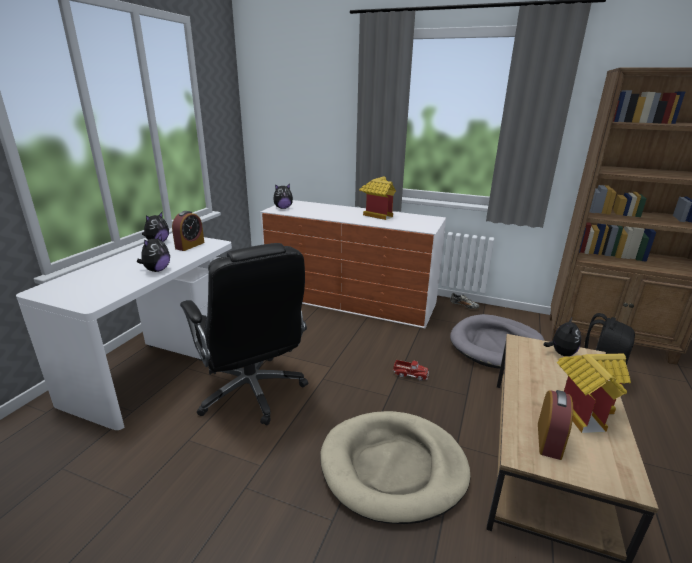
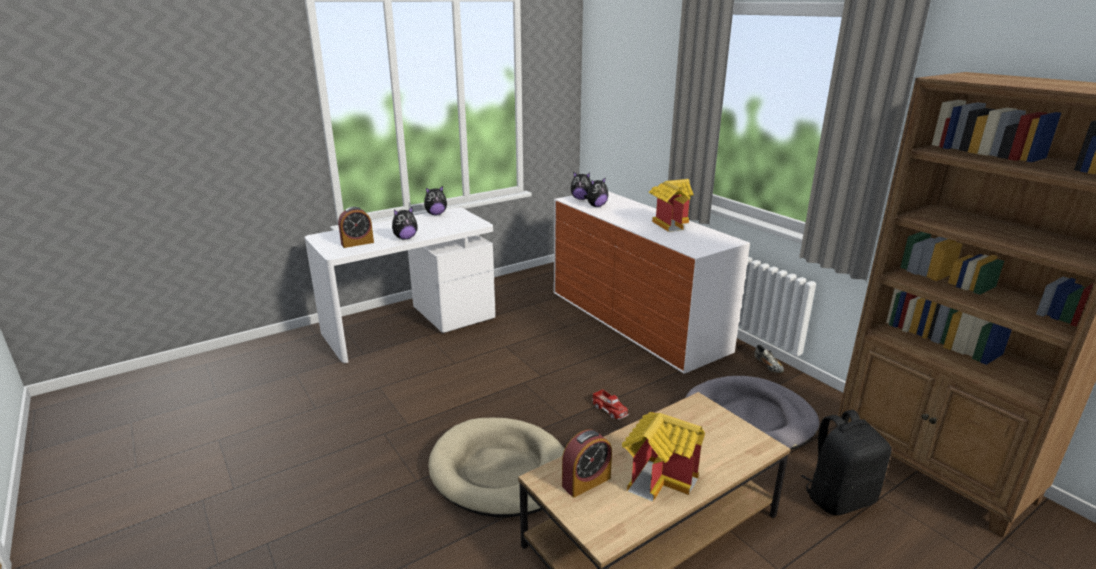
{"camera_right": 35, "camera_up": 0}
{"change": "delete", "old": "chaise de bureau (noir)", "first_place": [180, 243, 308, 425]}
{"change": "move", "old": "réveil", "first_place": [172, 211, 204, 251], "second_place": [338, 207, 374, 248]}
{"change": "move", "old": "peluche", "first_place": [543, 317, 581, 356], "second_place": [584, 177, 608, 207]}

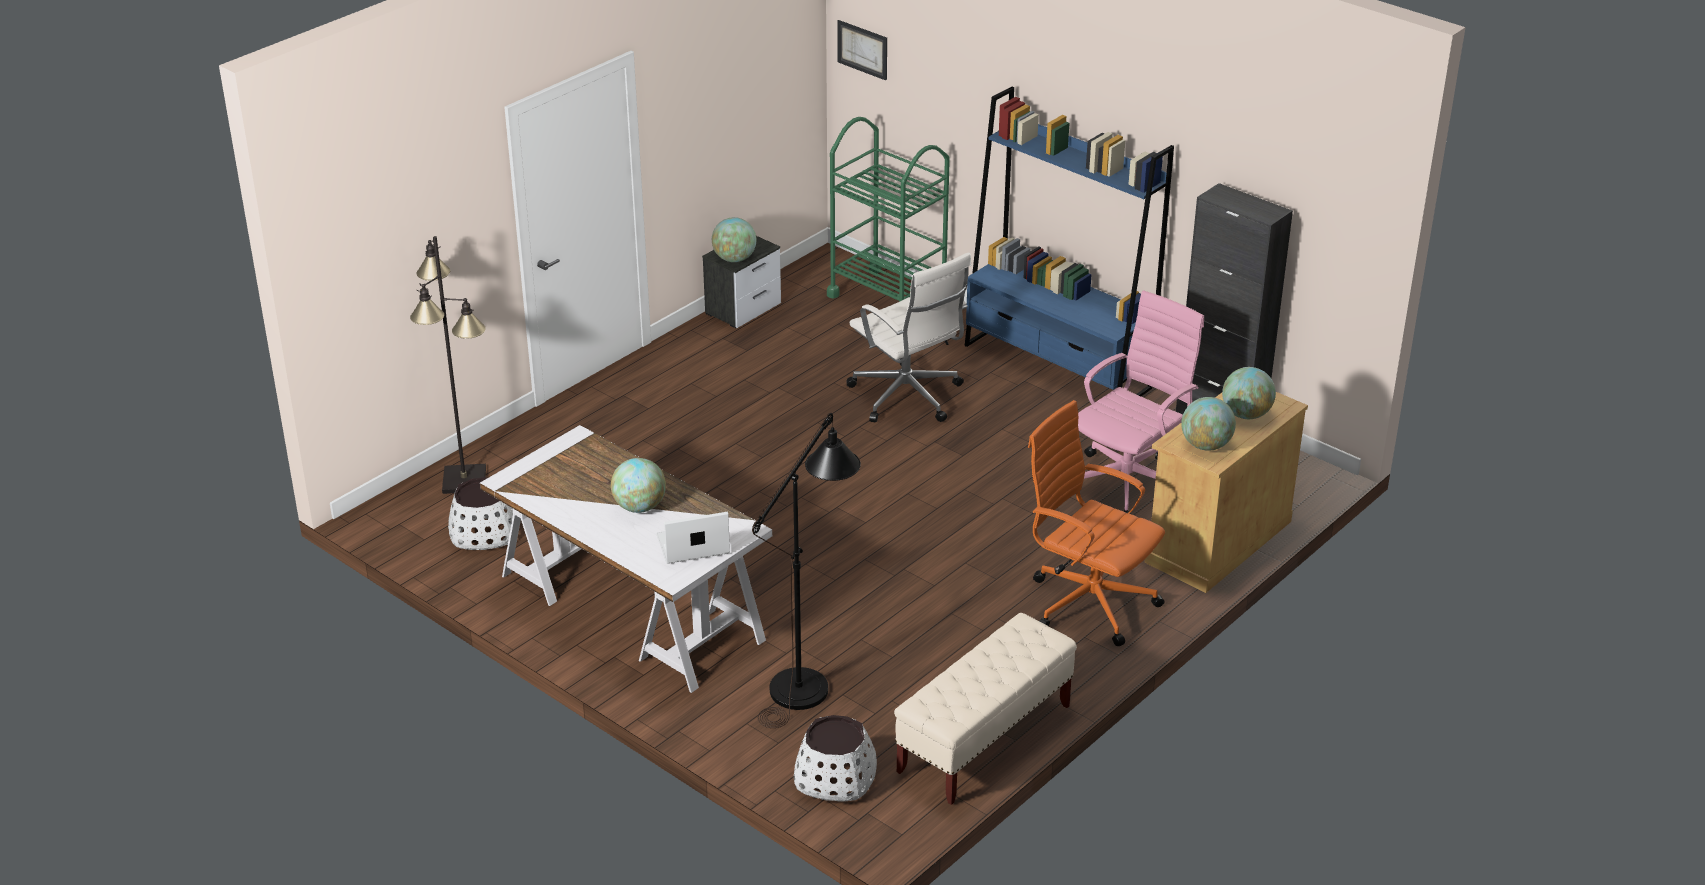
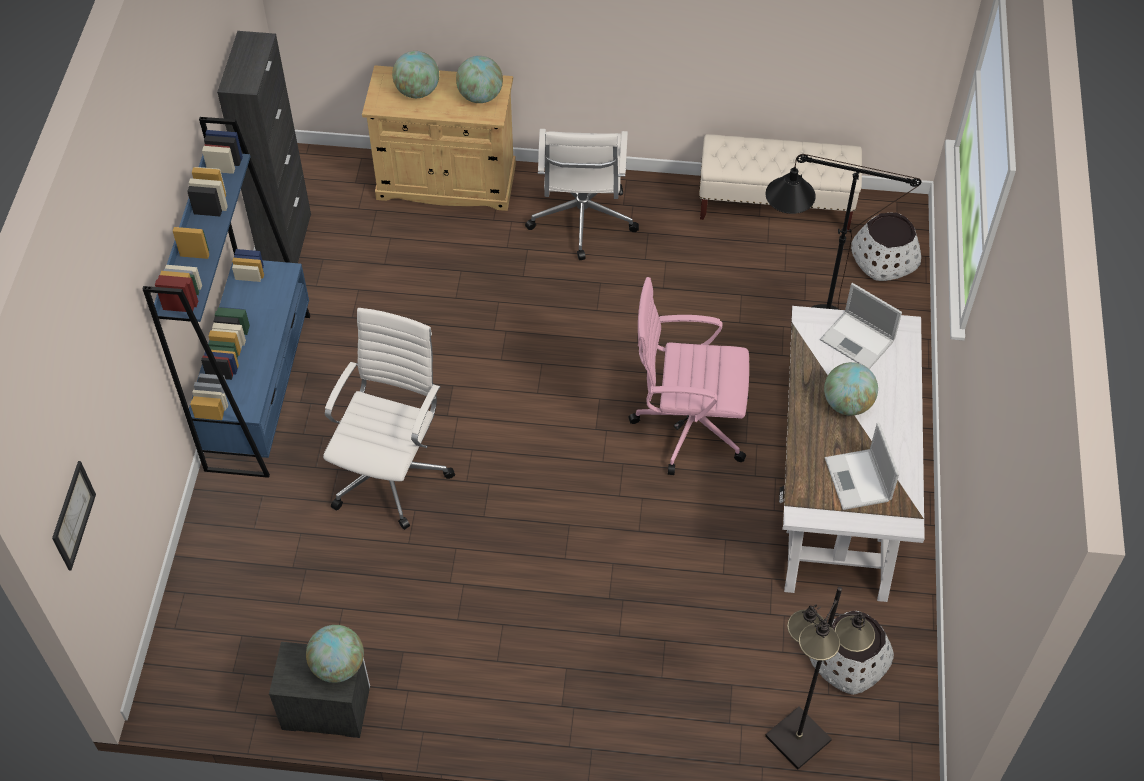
{"camera_right": -125, "camera_up": 20}
{"change": "delete", "old": "chariot (vert)", "first_place": [827, 117, 950, 302]}
{"change": "insert", "new": "ordinateur portable", "second_place": [825, 423, 899, 510]}
{"change": "move", "old": "chaise de bureau (rose)", "first_place": [1078, 290, 1204, 514], "second_place": [628, 277, 749, 475]}
{"change": "recolor", "old": "chaise de bureau (orange)", "new": "chaise de bureau (blanc)", "first_place": [1028, 400, 1165, 646], "second_place": [525, 129, 639, 260]}

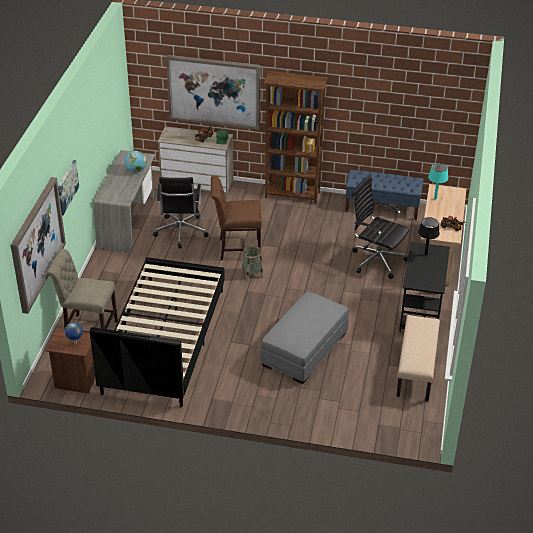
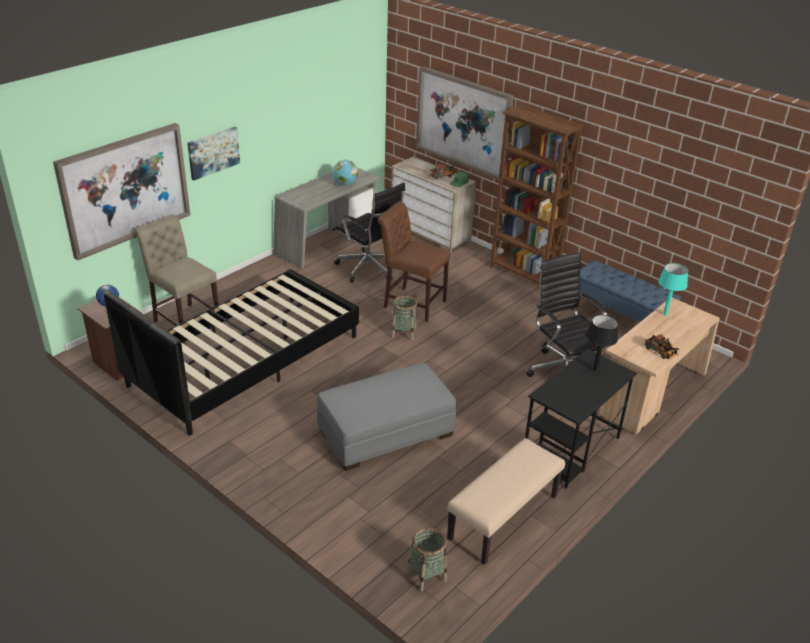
{"camera_right": 30, "camera_up": -5}
{"change": "insert", "new": "panier", "second_place": [407, 527, 447, 591]}
{"change": "rotate", "old": "chaise de bureau (noir)", "first_place": [153, 177, 209, 249], "second_place": [334, 182, 405, 283], "degrees": -75}

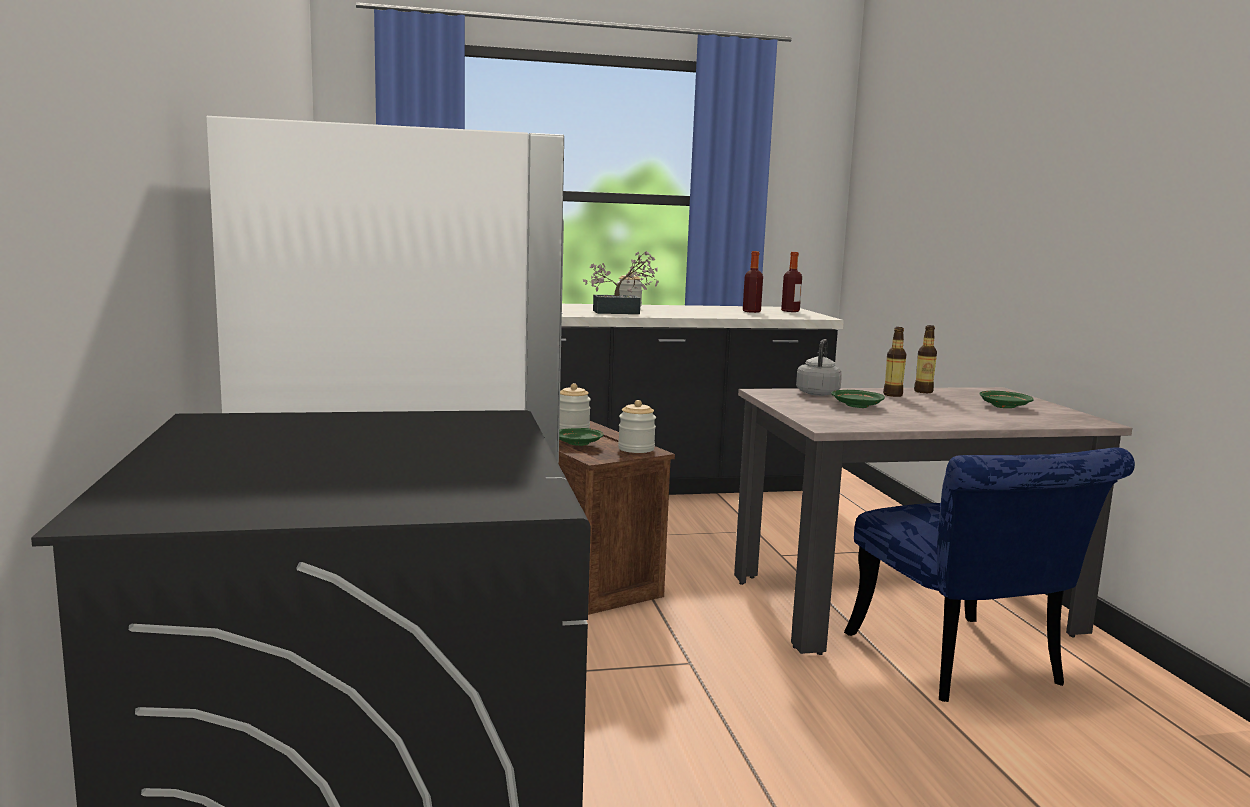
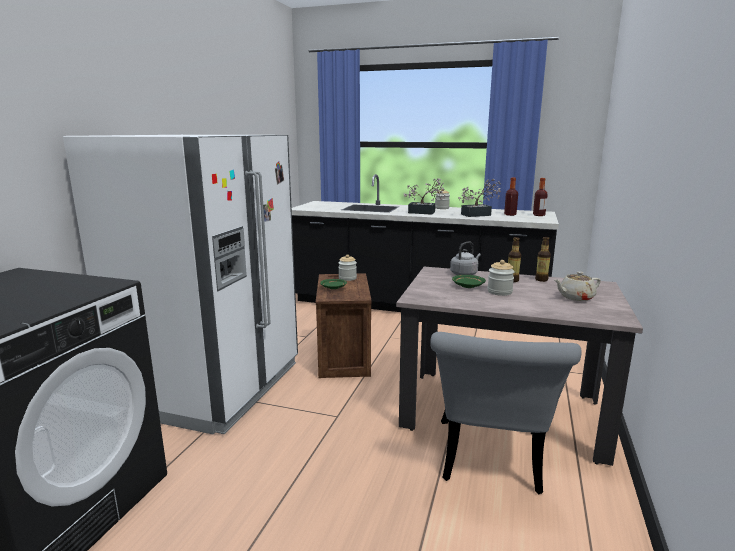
{"camera_right": 30, "camera_up": 5}
{"change": "insert", "new": "plante en pot", "second_place": [458, 179, 501, 217]}
{"change": "move", "old": "bocal", "first_place": [618, 400, 656, 453], "second_place": [487, 260, 515, 296]}
{"change": "replace", "old": "assiette (vert)", "new": "théière (beige)", "first_place": [979, 391, 1034, 408], "second_place": [555, 272, 601, 301]}
{"change": "recolor", "old": "chaise (bleu)", "new": "chaise (gris)", "first_place": [844, 447, 1135, 702], "second_place": [430, 332, 582, 494]}

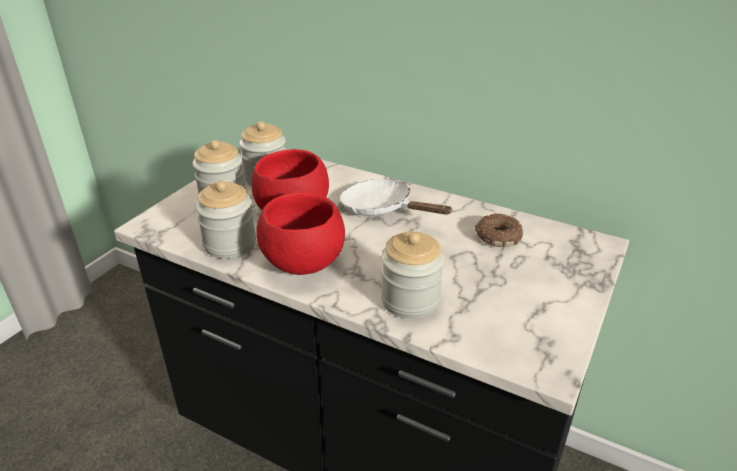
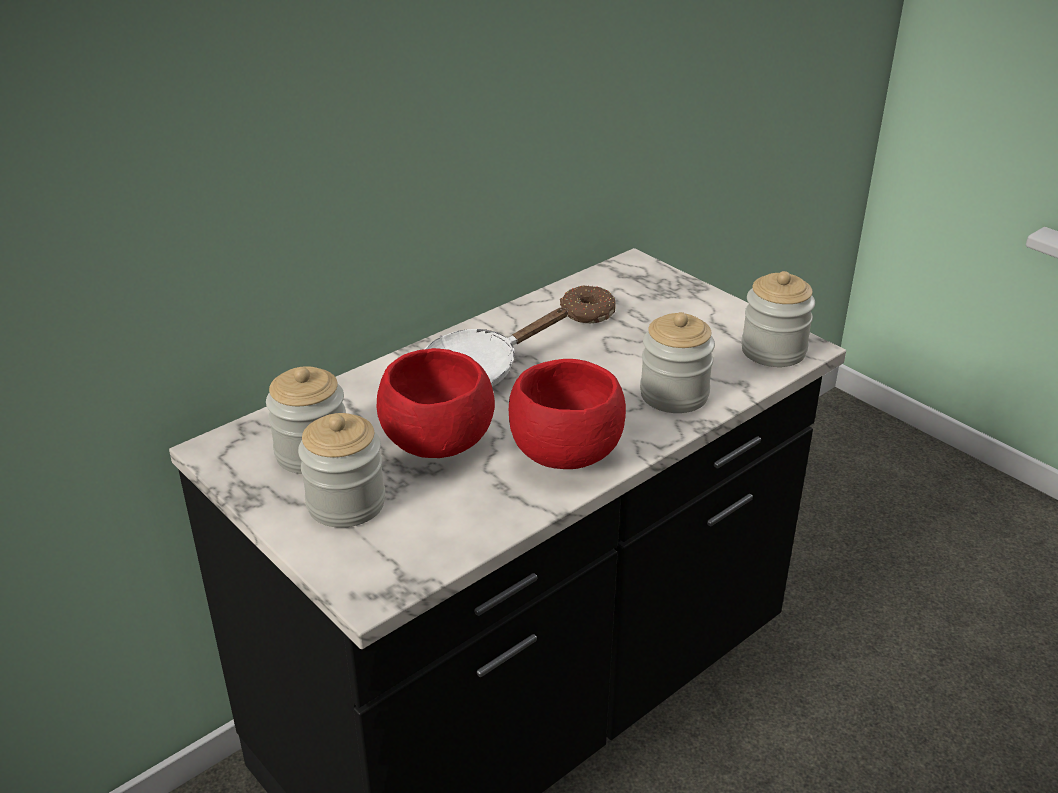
{"camera_right": -70, "camera_up": 0}
{"change": "move", "old": "bocal", "first_place": [196, 181, 256, 259], "second_place": [741, 271, 815, 367]}

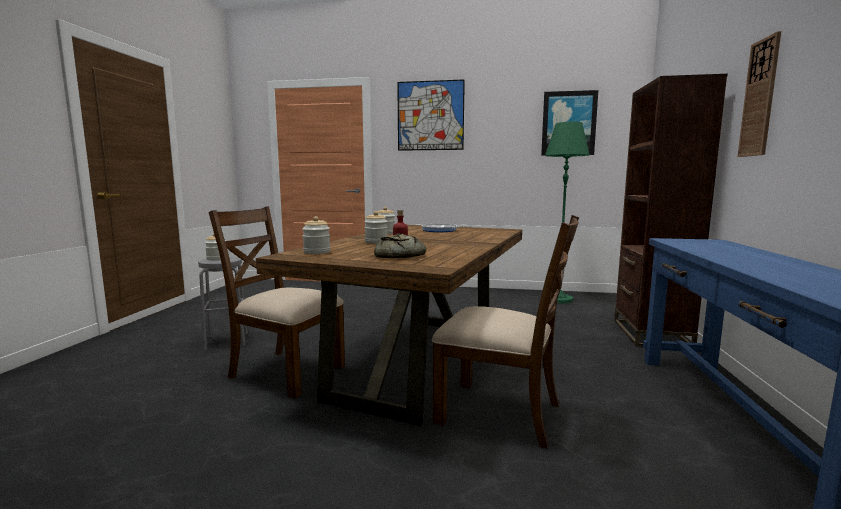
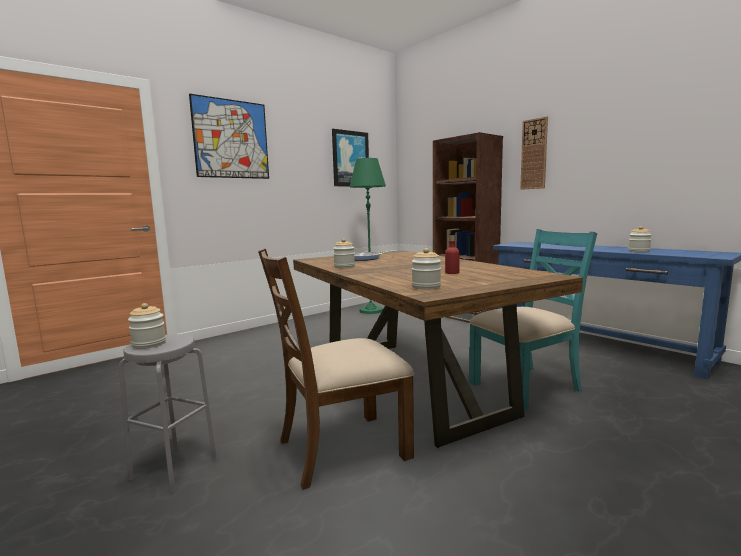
{"camera_right": -50, "camera_up": 0}
{"change": "delete", "old": "pain", "first_place": [374, 233, 426, 258]}
{"change": "move", "old": "bocal", "first_place": [364, 211, 388, 244], "second_place": [628, 226, 652, 253]}
{"change": "recolor", "old": "chaise (marron)", "new": "chaise (turquoise)", "first_place": [432, 215, 579, 449], "second_place": [469, 229, 597, 411]}

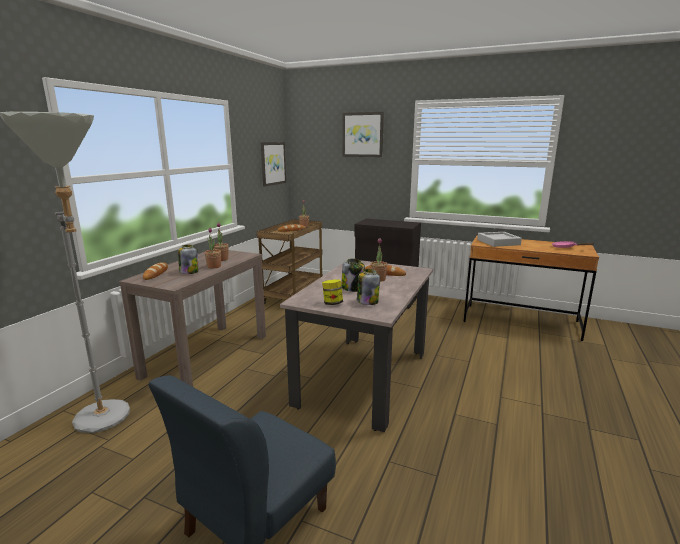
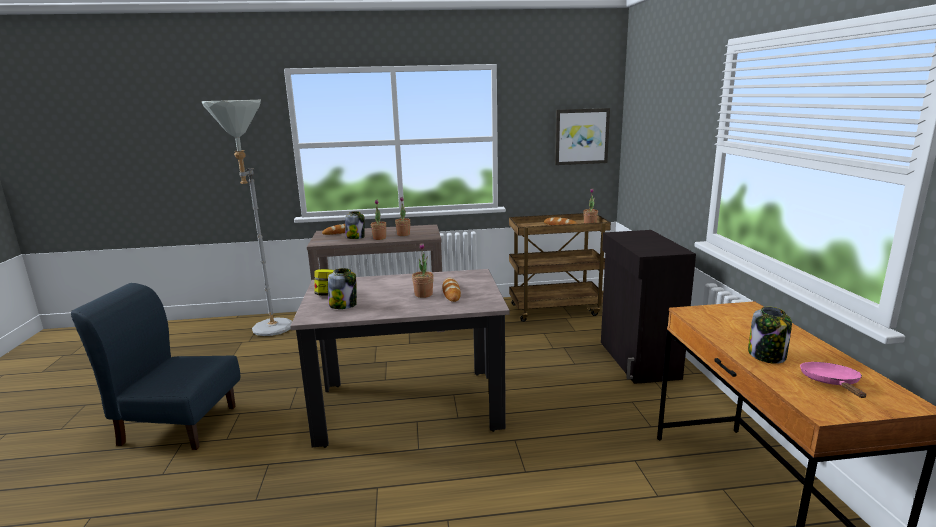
{"camera_right": 60, "camera_up": 0}
{"change": "delete", "old": "tableau", "first_place": [342, 112, 384, 157]}
{"change": "delete", "old": "plateau (gris)", "first_place": [477, 232, 522, 247]}
{"change": "move", "old": "bocal", "first_place": [341, 259, 365, 292], "second_place": [748, 306, 792, 364]}

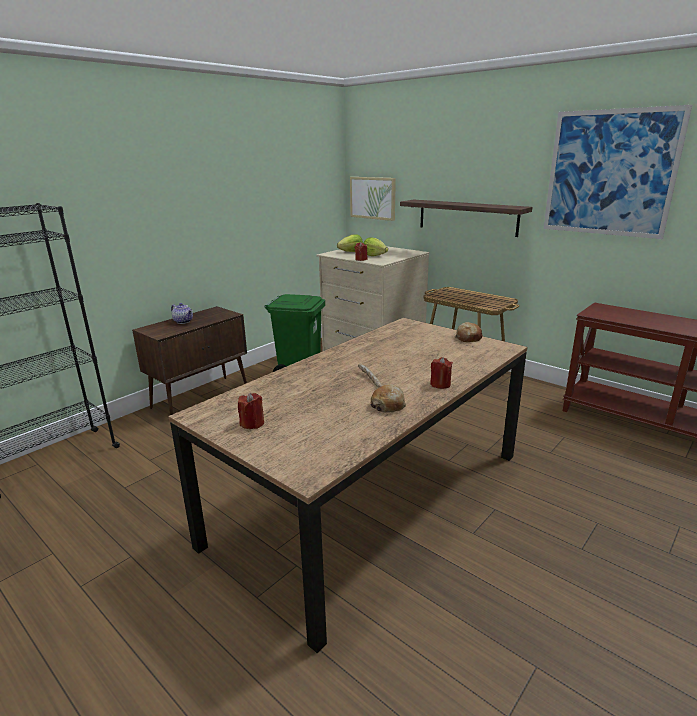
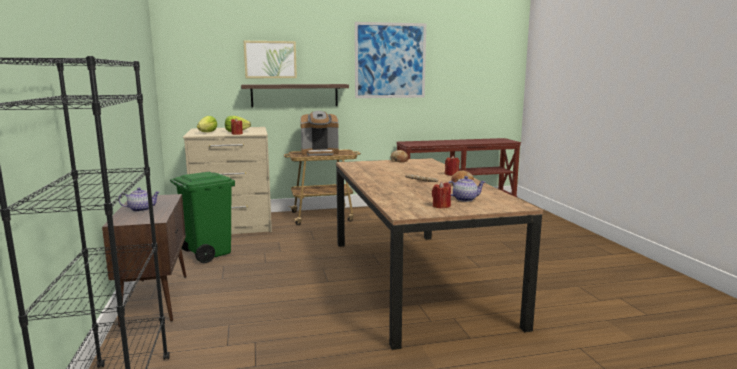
{"camera_right": -55, "camera_up": -10}
{"change": "insert", "new": "machine à café", "second_place": [300, 111, 339, 156]}
{"change": "insert", "new": "théière", "second_place": [448, 176, 485, 202]}
{"change": "move", "old": "tableau", "first_place": [350, 177, 396, 221], "second_place": [244, 41, 297, 78]}

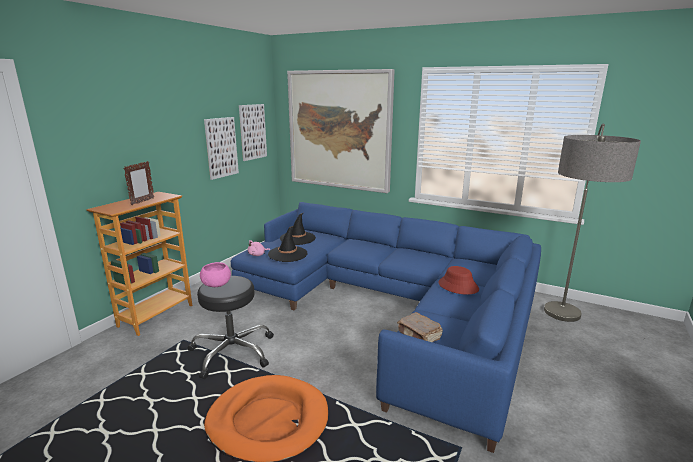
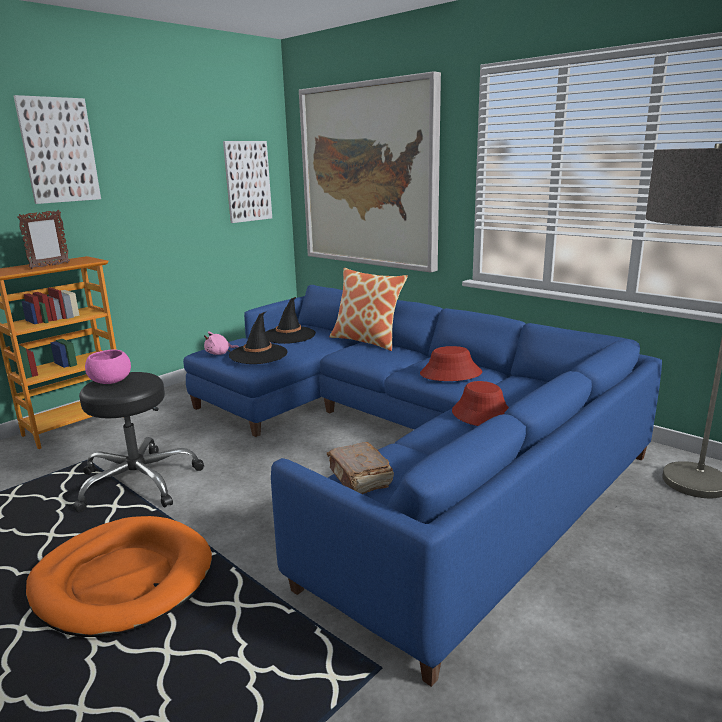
{"camera_right": 15, "camera_up": 0}
{"change": "insert", "new": "coussin", "second_place": [330, 268, 408, 351]}
{"change": "insert", "new": "chapeau (rouge)", "second_place": [420, 346, 482, 381]}
{"change": "move", "old": "tableau", "first_place": [204, 117, 239, 180], "second_place": [14, 95, 101, 204]}

